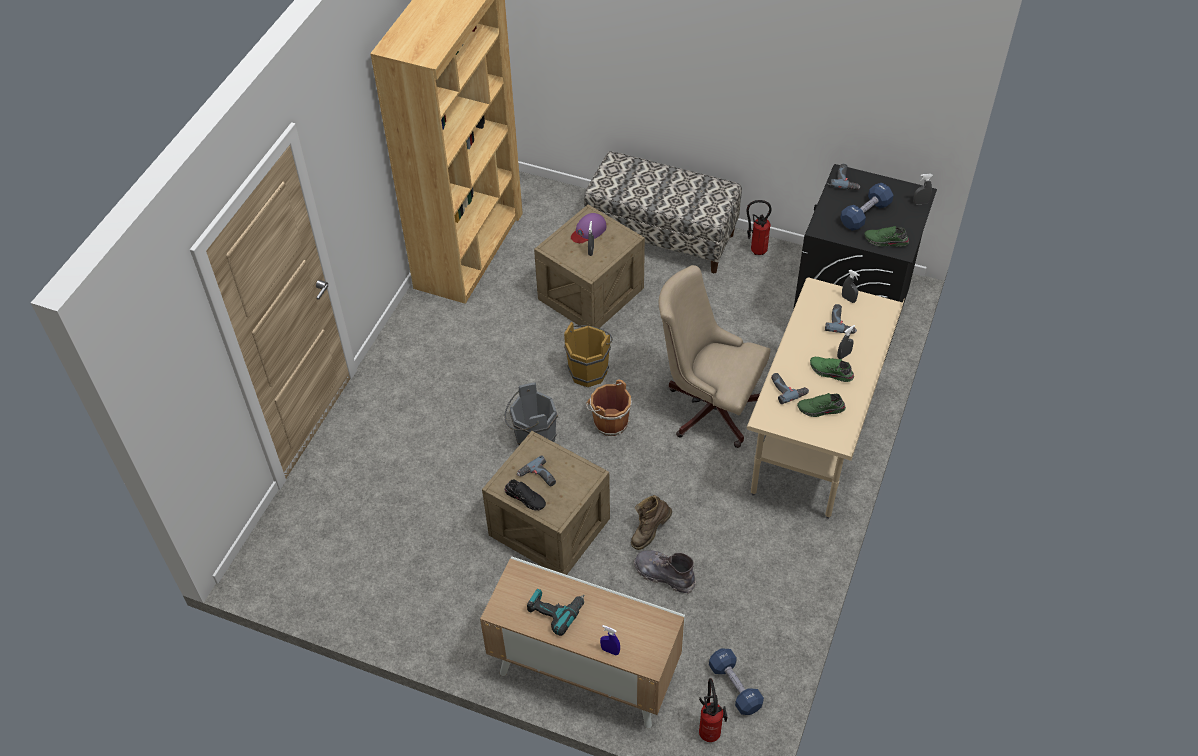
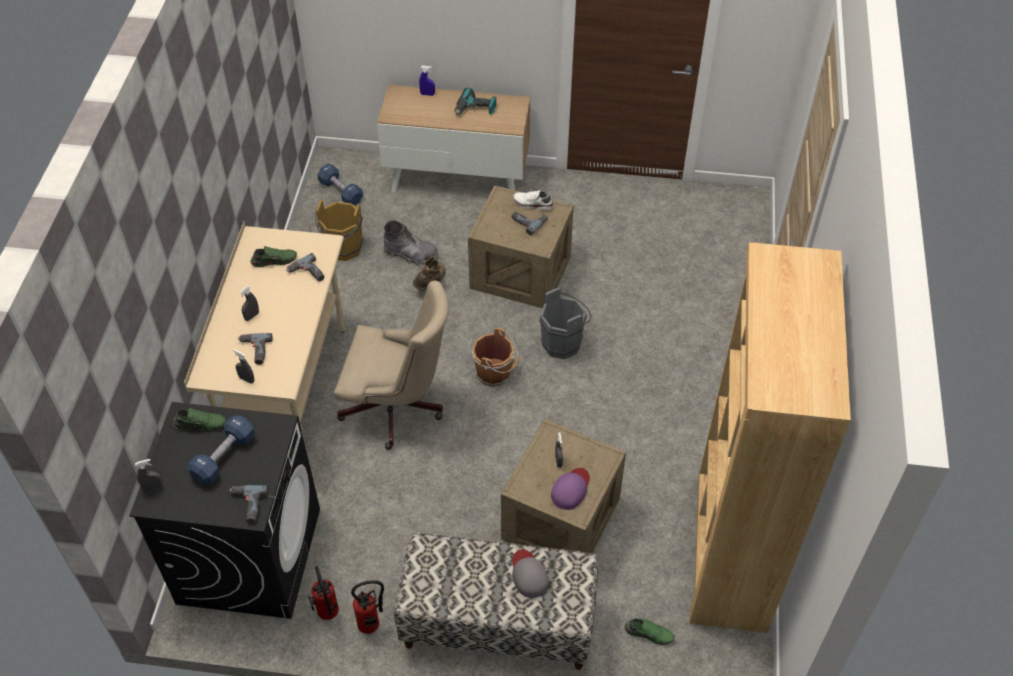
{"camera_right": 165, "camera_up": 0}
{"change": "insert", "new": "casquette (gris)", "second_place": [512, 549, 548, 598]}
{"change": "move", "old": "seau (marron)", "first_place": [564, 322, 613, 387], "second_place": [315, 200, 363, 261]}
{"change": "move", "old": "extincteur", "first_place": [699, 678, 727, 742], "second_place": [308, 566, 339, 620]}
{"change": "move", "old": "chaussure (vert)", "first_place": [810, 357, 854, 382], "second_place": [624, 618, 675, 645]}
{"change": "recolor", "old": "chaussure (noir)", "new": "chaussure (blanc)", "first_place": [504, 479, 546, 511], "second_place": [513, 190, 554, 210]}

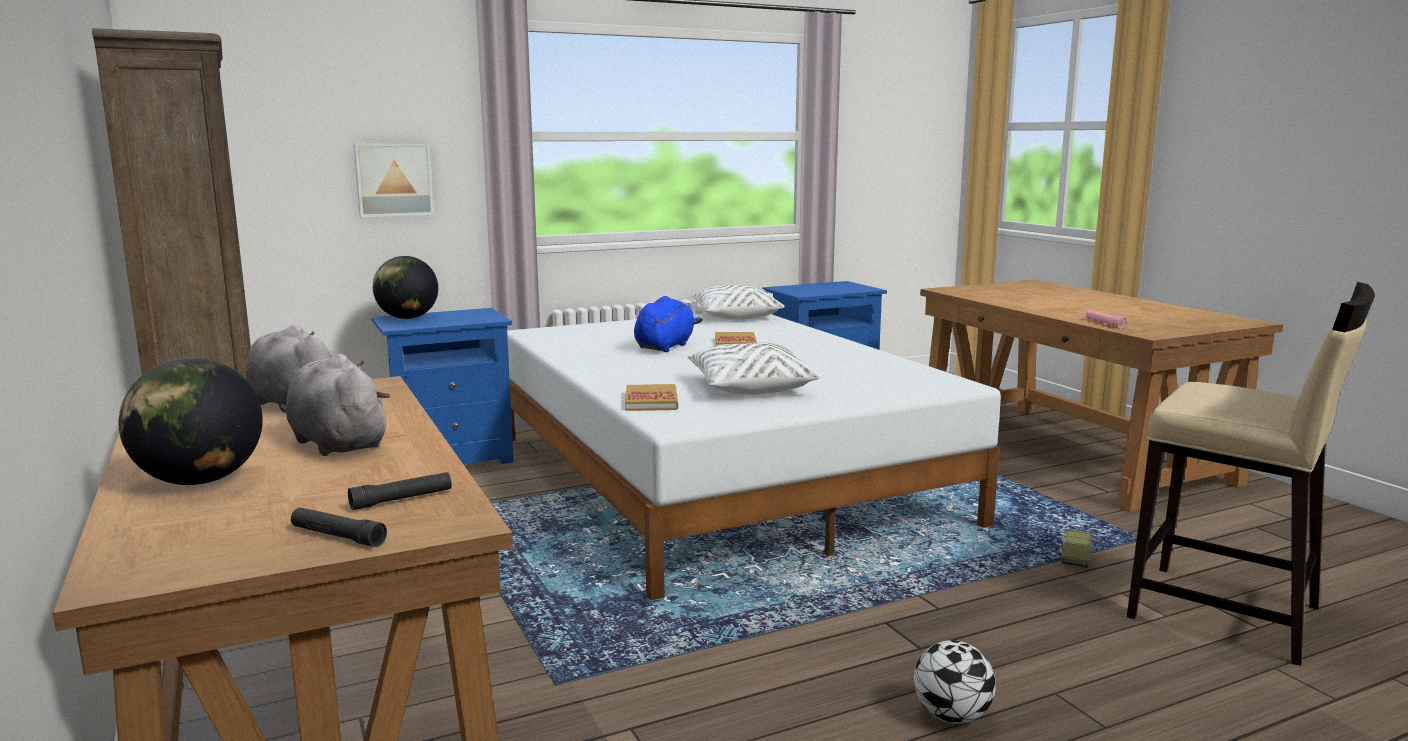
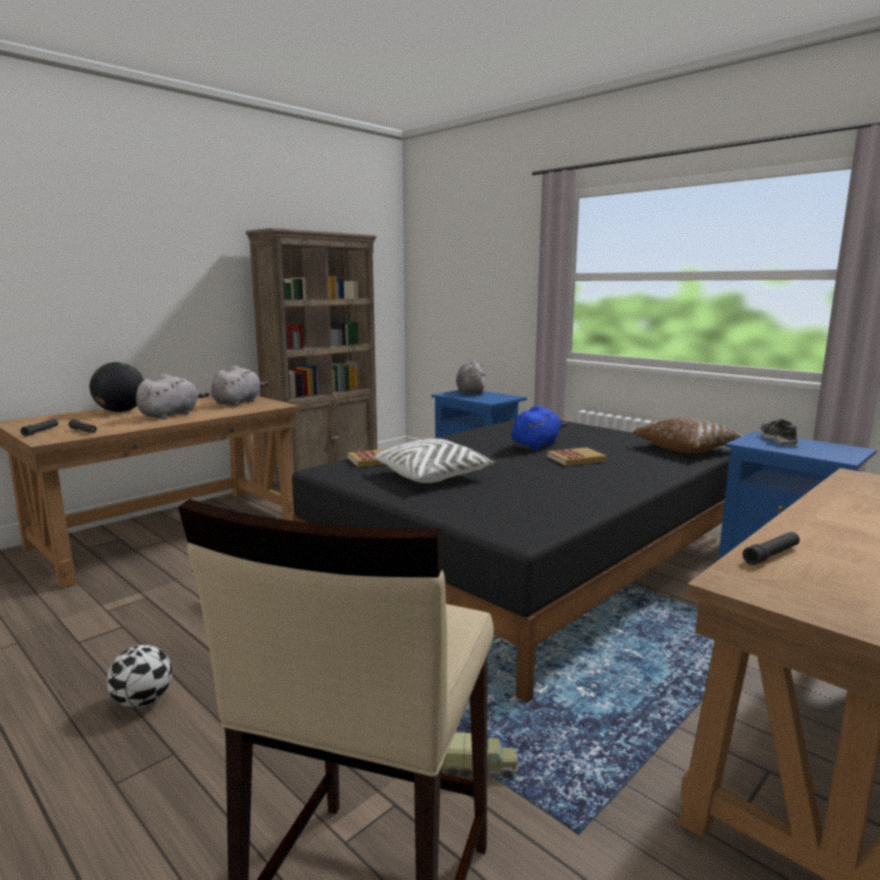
{"camera_right": 70, "camera_up": 0}
{"change": "delete", "old": "tableau", "first_place": [354, 144, 434, 217]}
{"change": "insert", "new": "chaussure", "second_place": [760, 419, 798, 446]}
{"change": "replace", "old": "globe", "new": "peluche (gris)", "first_place": [373, 256, 438, 319], "second_place": [456, 360, 485, 394]}
{"change": "recolor", "old": "lit (blanc)", "new": "lit (noir)", "first_place": [507, 313, 1001, 601], "second_place": [292, 419, 730, 703]}
{"change": "recolor", "old": "coussin (blanc)", "new": "coussin (marron)", "first_place": [691, 284, 785, 320], "second_place": [633, 417, 743, 453]}
{"change": "recolor", "old": "lampe de poche (rose)", "new": "lampe de poche (noir)", "first_place": [1086, 310, 1127, 329], "second_place": [743, 532, 800, 565]}
{"change": "rotate", "old": "peluche (bleu)", "first_place": [634, 296, 703, 352], "second_place": [511, 405, 567, 451], "degrees": -60}

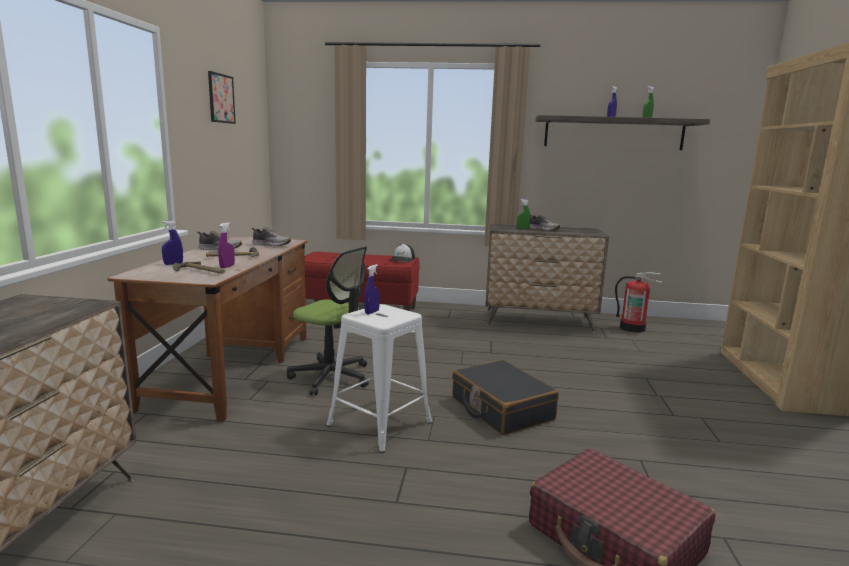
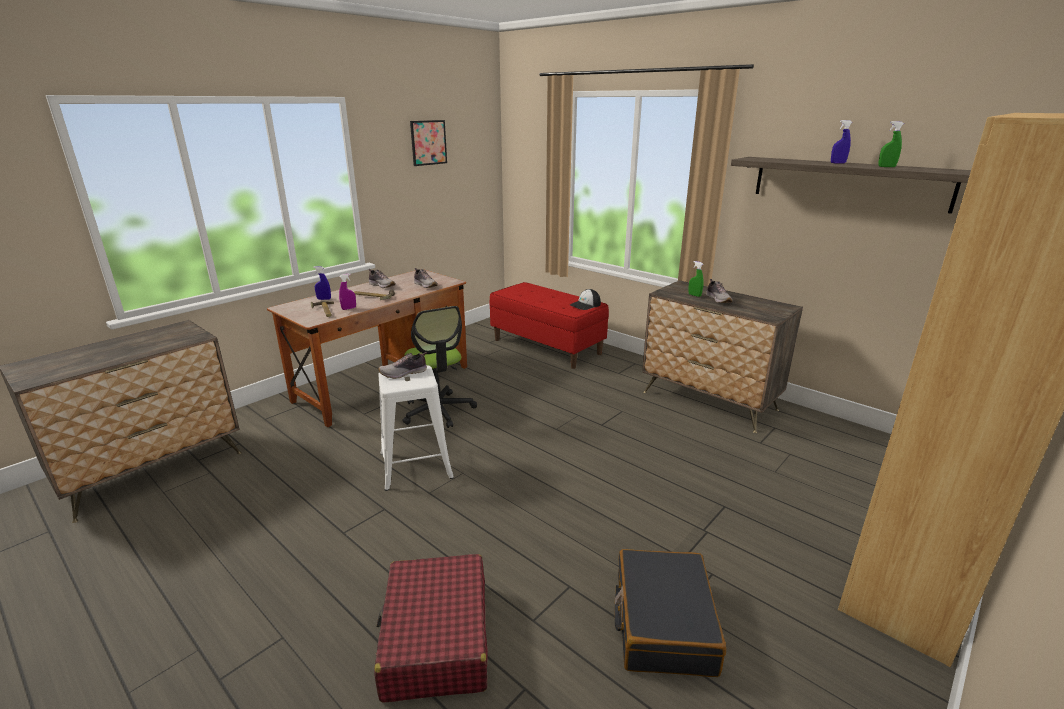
{"camera_right": 35, "camera_up": 10}
{"change": "delete", "old": "extincteur", "first_place": [615, 272, 663, 333]}
{"change": "move", "old": "valise (noir)", "first_place": [452, 360, 559, 435], "second_place": [615, 549, 726, 677]}
{"change": "replace", "old": "vaporisateur (bleu)", "new": "chaussure", "first_place": [364, 264, 380, 314], "second_place": [378, 352, 427, 379]}

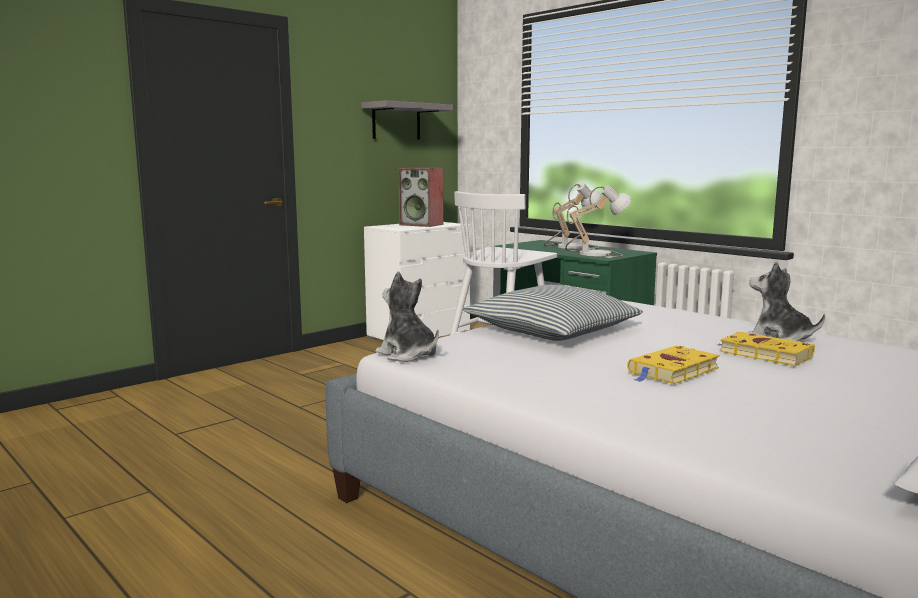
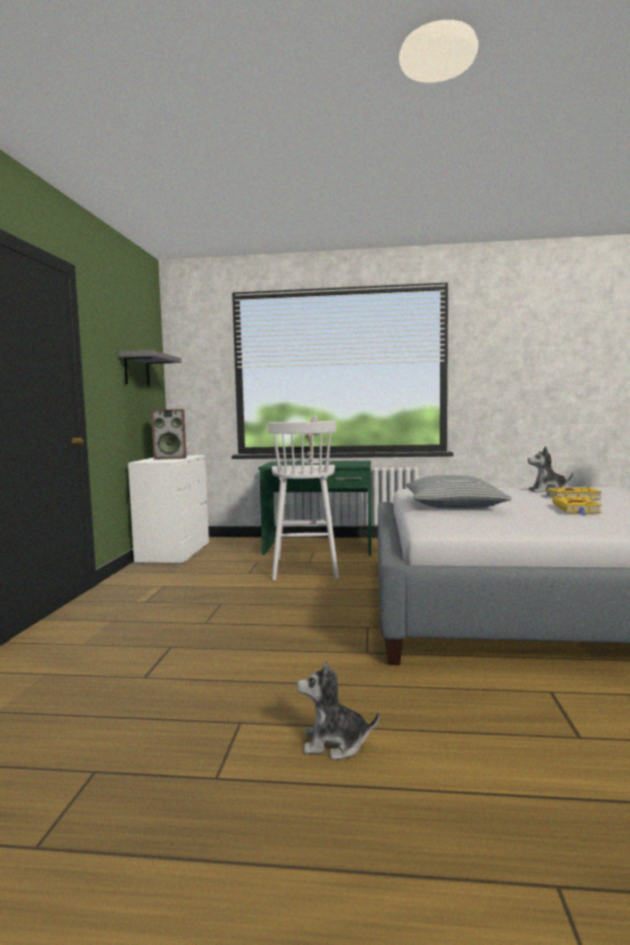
{"camera_right": -40, "camera_up": -5}
{"change": "delete", "old": "lampe de table", "first_place": [565, 185, 632, 258]}
{"change": "move", "old": "peluche", "first_place": [376, 271, 439, 362], "second_place": [297, 660, 380, 760]}

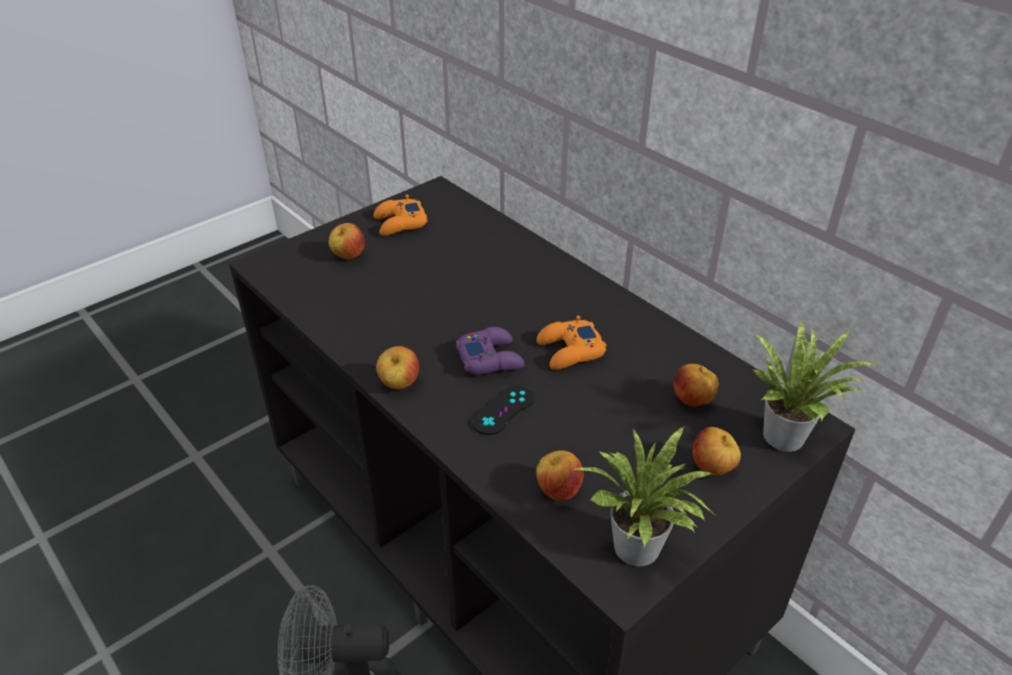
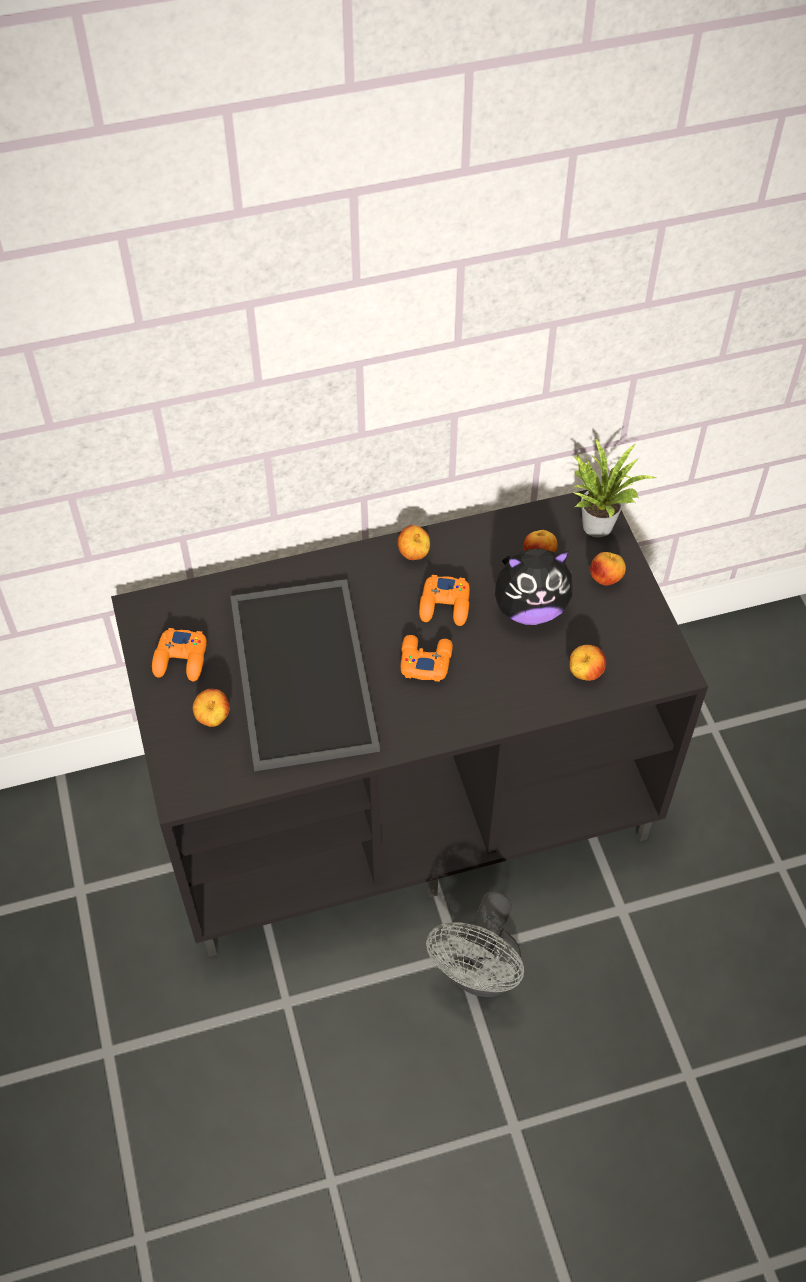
{"camera_right": -65, "camera_up": 15}
{"change": "delete", "old": "manette (noir)", "first_place": [472, 386, 534, 435]}
{"change": "delete", "old": "plante en pot", "first_place": [572, 426, 715, 567]}
{"change": "insert", "new": "plateau", "second_place": [230, 579, 380, 771]}
{"change": "insert", "new": "peluche", "second_place": [495, 549, 573, 625]}
{"change": "move", "old": "pomme", "first_place": [376, 346, 419, 389], "second_place": [397, 525, 430, 560]}
{"change": "recolor", "old": "manette (violet)", "new": "manette (orange)", "first_place": [456, 327, 525, 375], "second_place": [401, 635, 453, 682]}

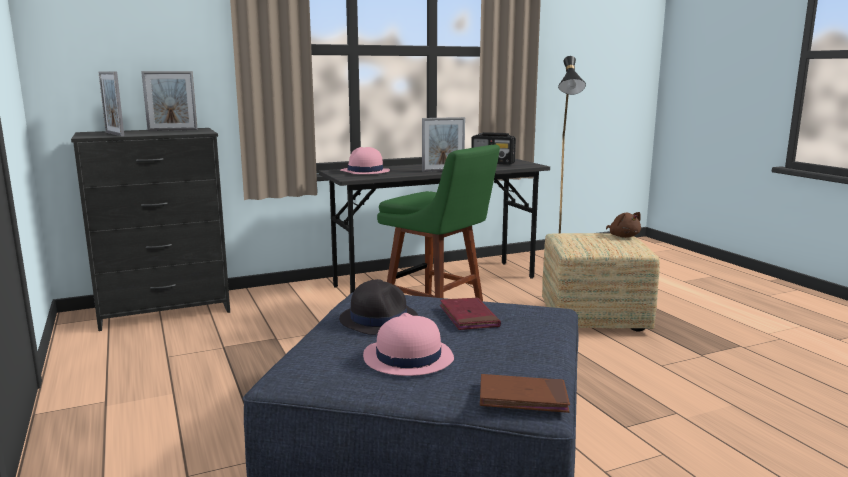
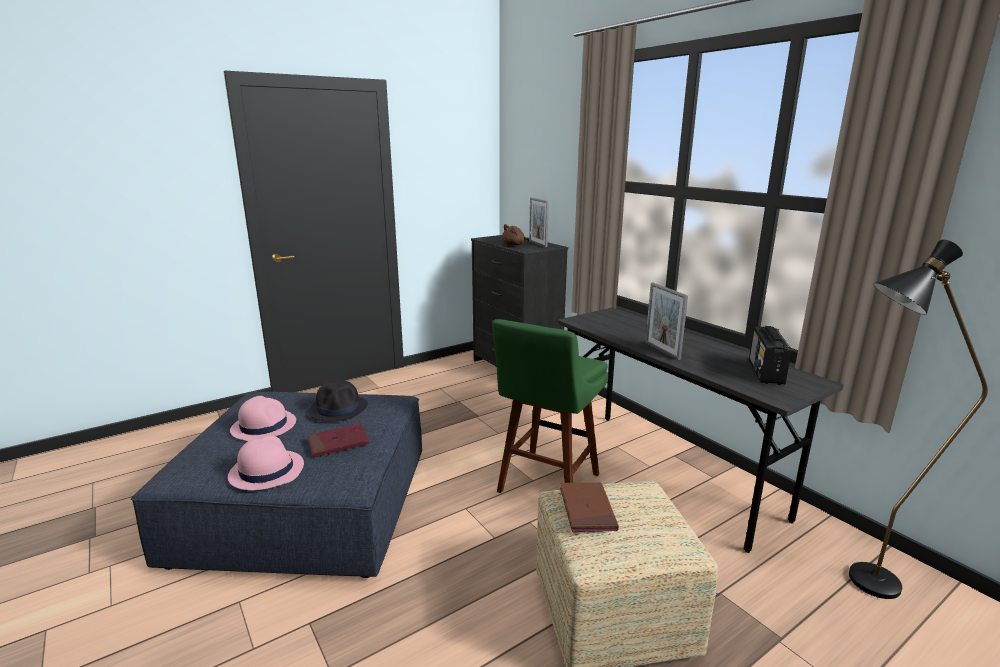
{"camera_right": 80, "camera_up": 5}
{"change": "delete", "old": "cadre photo", "first_place": [98, 71, 124, 136]}
{"change": "move", "old": "chapeau (rose)", "first_place": [340, 147, 390, 174], "second_place": [228, 436, 304, 490]}
{"change": "move", "old": "livre (marron)", "first_place": [480, 374, 570, 413], "second_place": [560, 482, 619, 532]}
{"change": "move", "old": "peluche (marron)", "first_place": [606, 212, 641, 238], "second_place": [502, 224, 529, 246]}

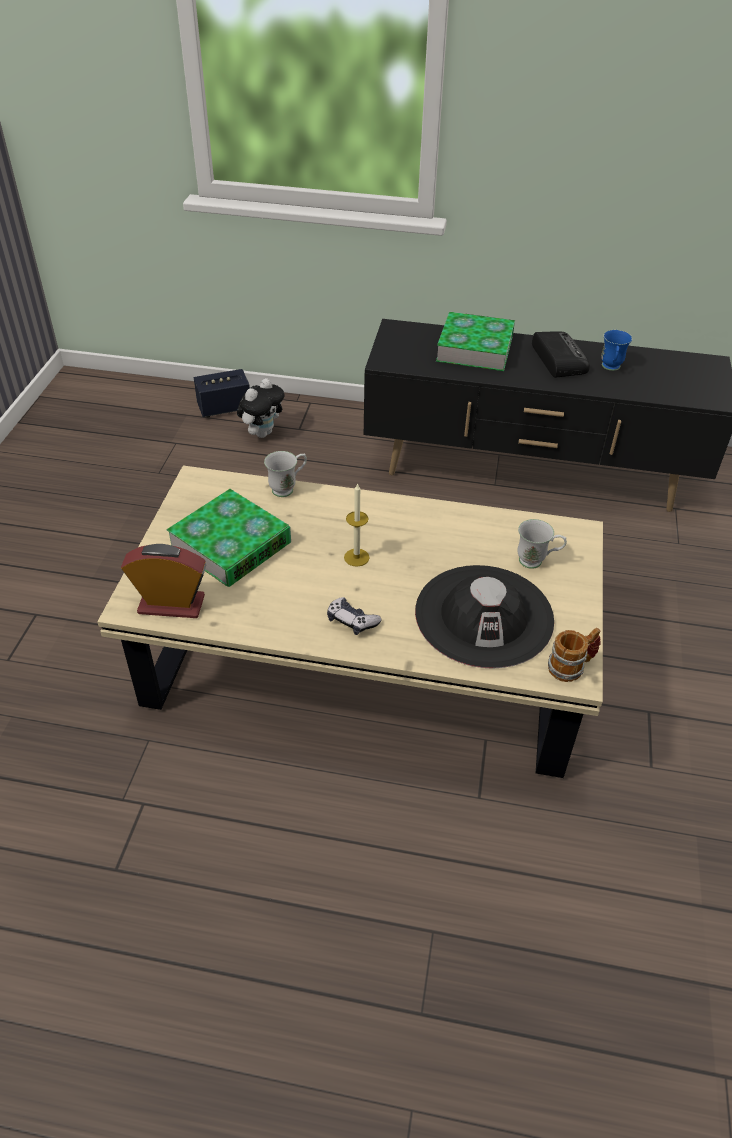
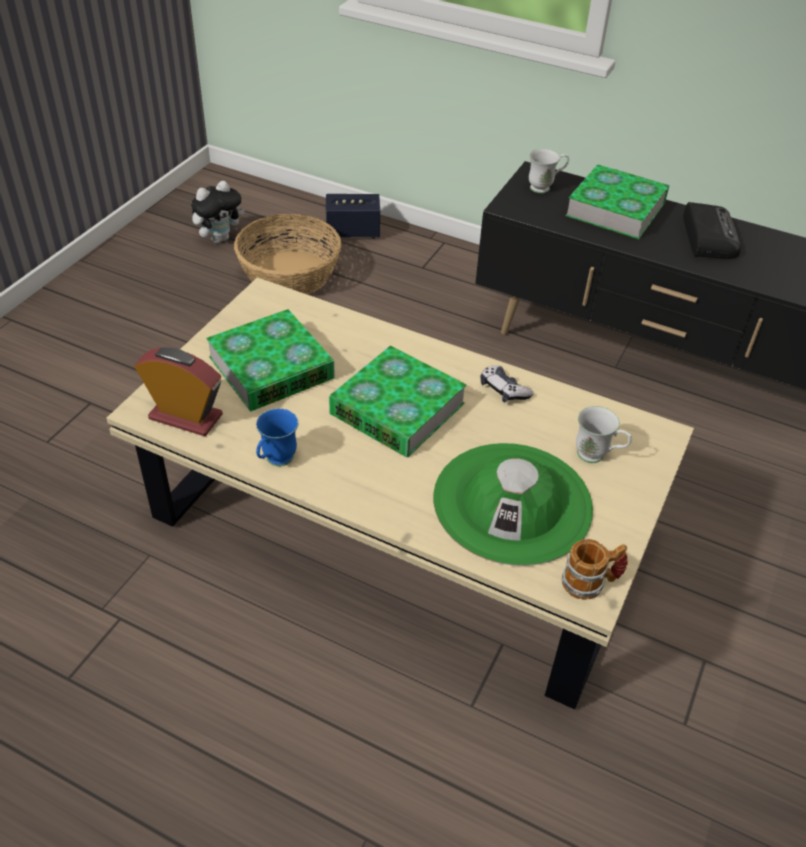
{"camera_right": 15, "camera_up": 0}
{"change": "insert", "new": "panier", "second_place": [234, 214, 341, 294]}
{"change": "move", "old": "peluche", "first_place": [237, 378, 284, 438], "second_place": [191, 181, 245, 243]}
{"change": "move", "old": "mug (blanc)", "first_place": [264, 451, 307, 497], "second_place": [529, 149, 569, 193]}
{"change": "move", "old": "manette", "first_place": [327, 597, 382, 635], "second_place": [480, 365, 534, 403]}
{"change": "move", "old": "mug (bleu)", "first_place": [601, 330, 632, 371], "second_place": [256, 408, 299, 466]}
{"change": "replace", "old": "bougie", "new": "livre", "first_place": [344, 483, 370, 567], "second_place": [329, 346, 467, 457]}
{"change": "recolor", "old": "chapeau (noir)", "new": "chapeau (vert)", "first_place": [415, 565, 554, 669], "second_place": [433, 443, 593, 566]}

